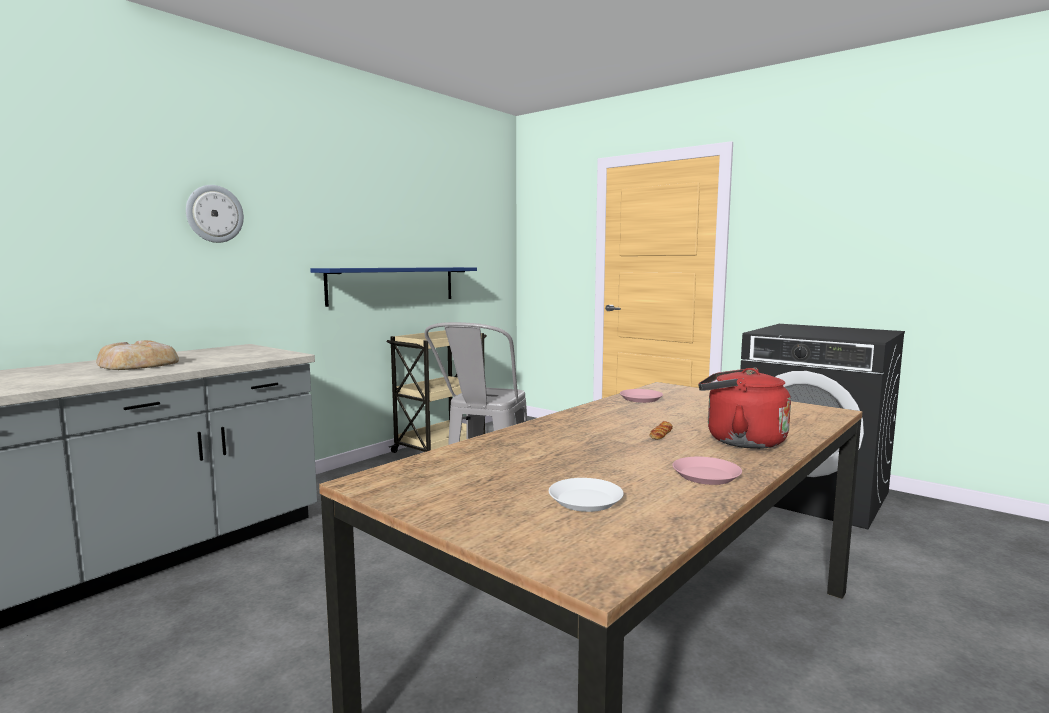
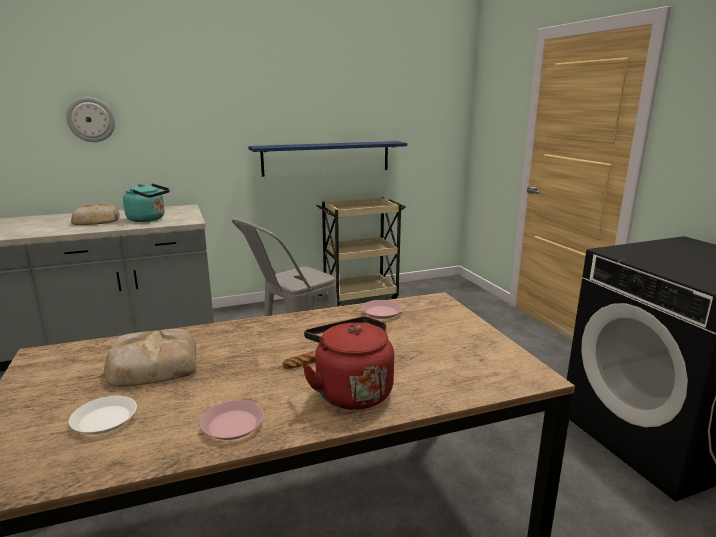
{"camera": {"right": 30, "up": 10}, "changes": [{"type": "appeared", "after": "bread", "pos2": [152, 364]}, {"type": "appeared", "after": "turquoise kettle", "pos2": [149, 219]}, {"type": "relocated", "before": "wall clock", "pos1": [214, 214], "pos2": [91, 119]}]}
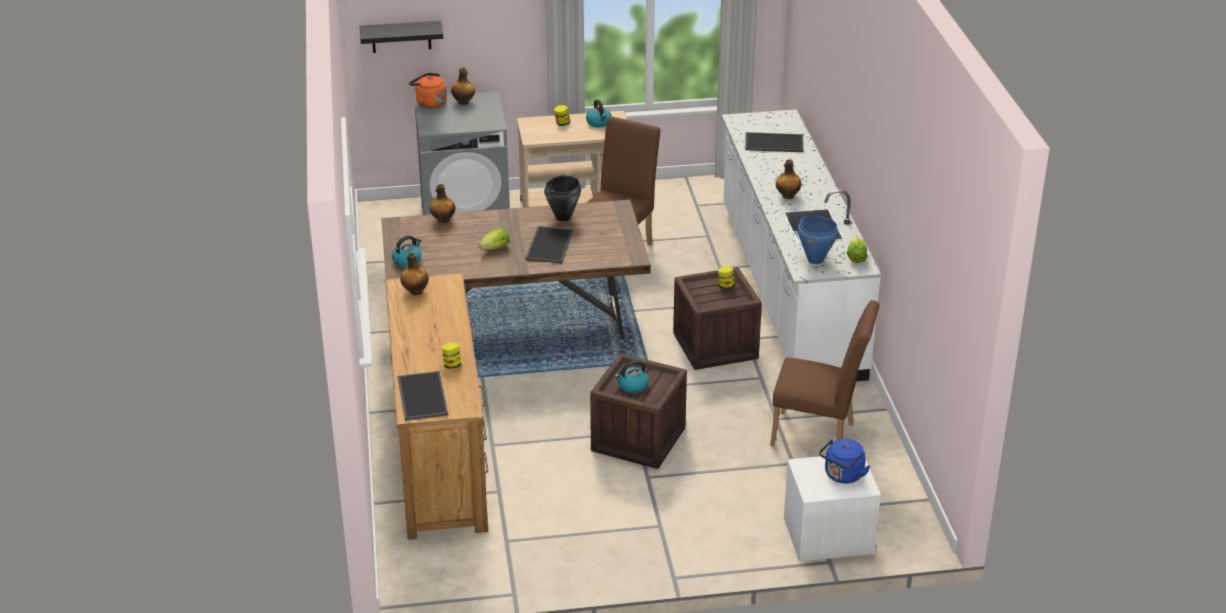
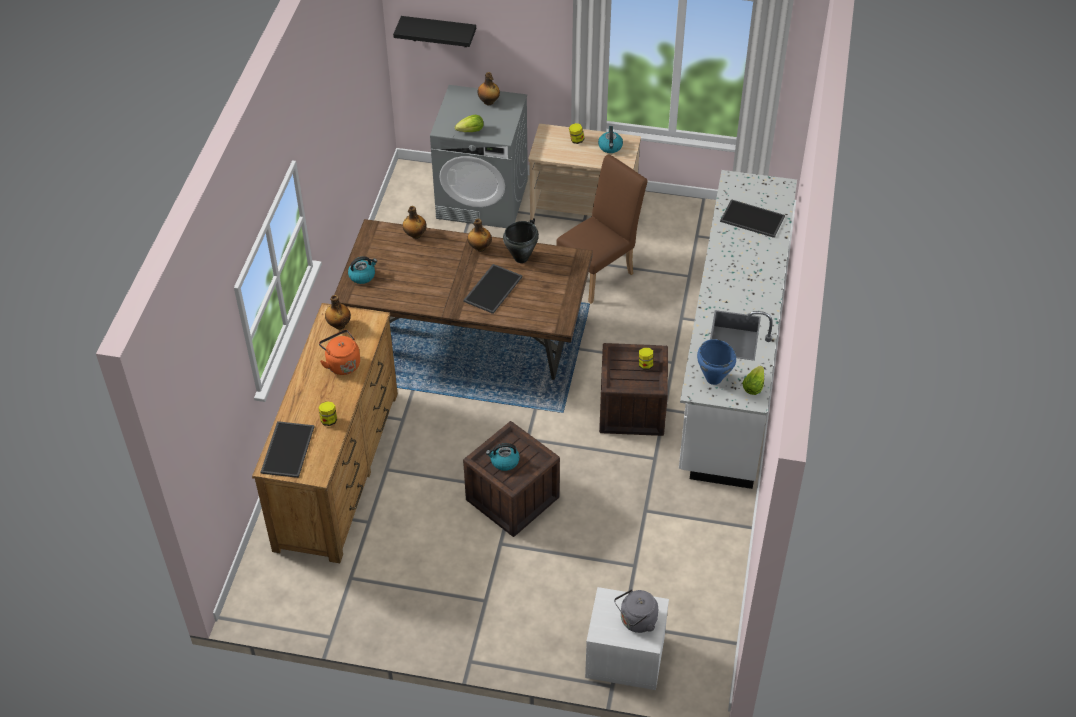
{"camera": {"right": 20, "up": 15}, "changes": [{"type": "missing", "before": "brown chair", "pos1": [819, 436]}, {"type": "relocated", "before": "orange kettle", "pos1": [429, 103], "pos2": [342, 363]}, {"type": "relocated", "before": "lettuce", "pos1": [495, 248], "pos2": [471, 131]}, {"type": "relocated", "before": "bottle", "pos1": [787, 196], "pos2": [479, 247]}, {"type": "colour", "before": "blue kettle", "after": "grey kettle", "pos1": [842, 476], "pos2": [636, 621]}]}
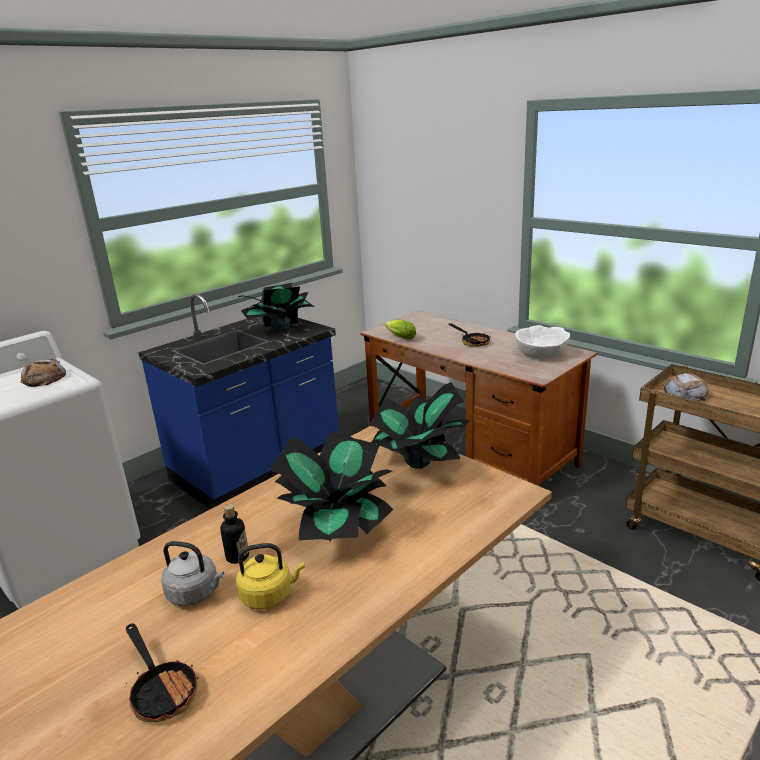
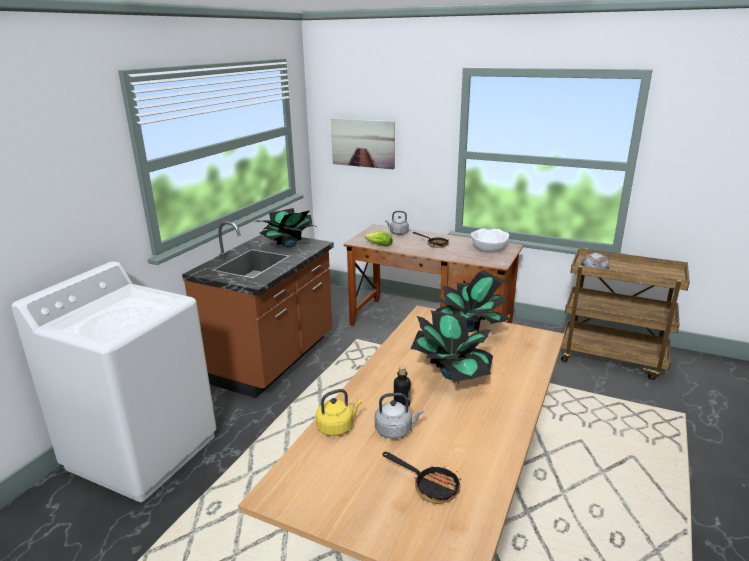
{"camera": {"right": -20, "up": 0}, "changes": [{"type": "missing", "before": "bread", "pos1": [44, 378]}, {"type": "appeared", "after": "picture", "pos2": [363, 143]}, {"type": "appeared", "after": "grey kettle", "pos2": [398, 233]}, {"type": "relocated", "before": "yellow kettle", "pos1": [269, 595], "pos2": [337, 427]}, {"type": "colour", "before": "blue counter", "after": "brown counter", "pos1": [258, 465], "pos2": [273, 359]}]}
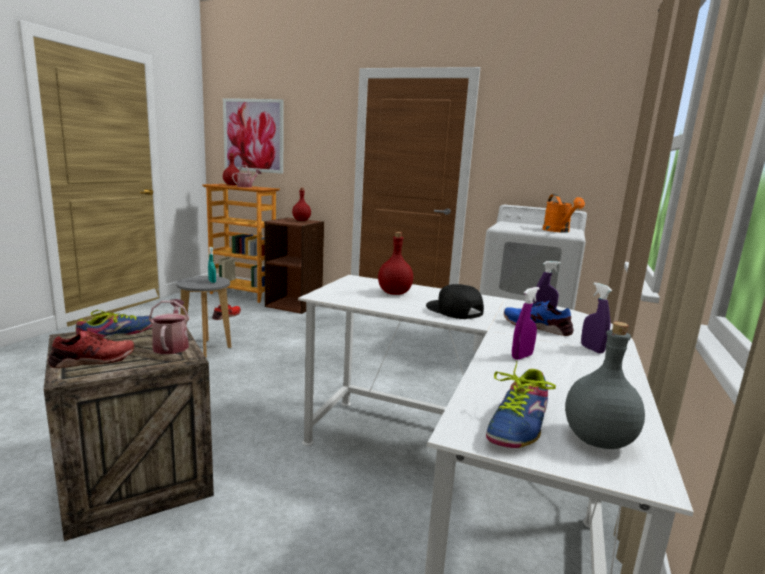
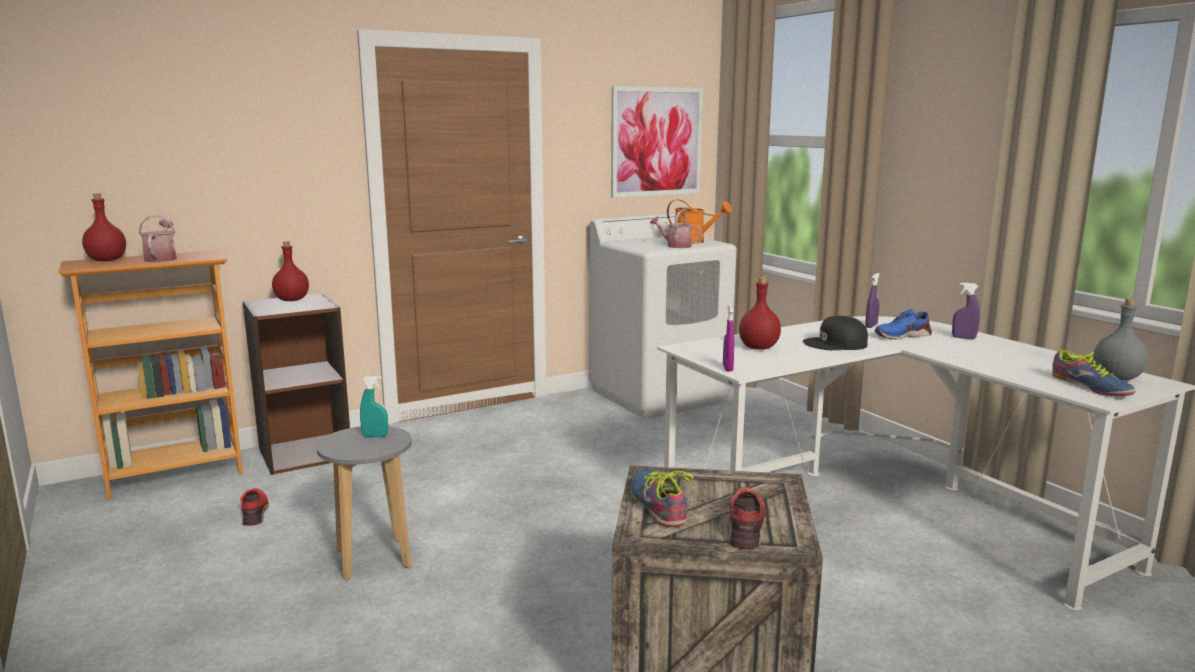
{"camera": {"right": -50, "up": 0}, "changes": [{"type": "relocated", "before": "watering can", "pos1": [172, 345], "pos2": [675, 246]}, {"type": "relocated", "before": "picture", "pos1": [253, 135], "pos2": [656, 142]}, {"type": "relocated", "before": "purple spray bottle", "pos1": [522, 356], "pos2": [727, 368]}]}
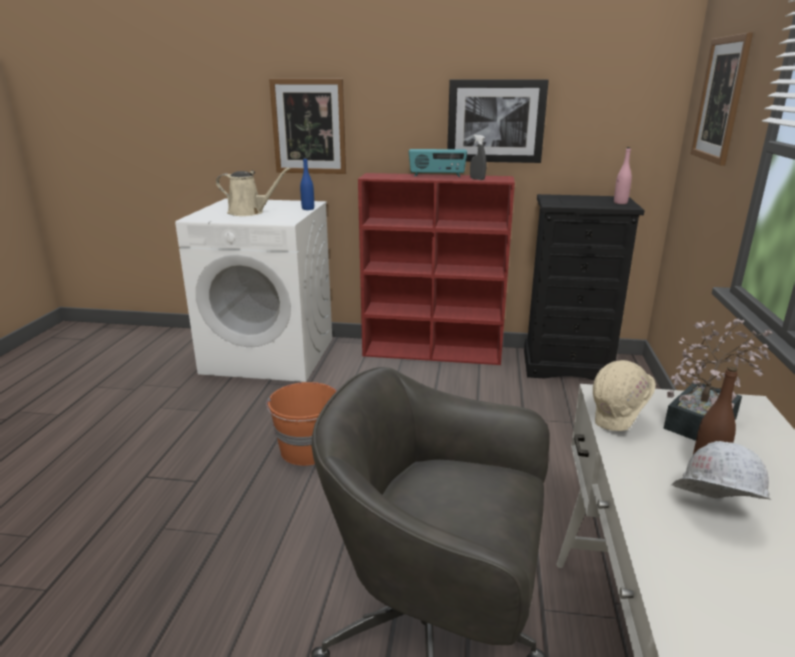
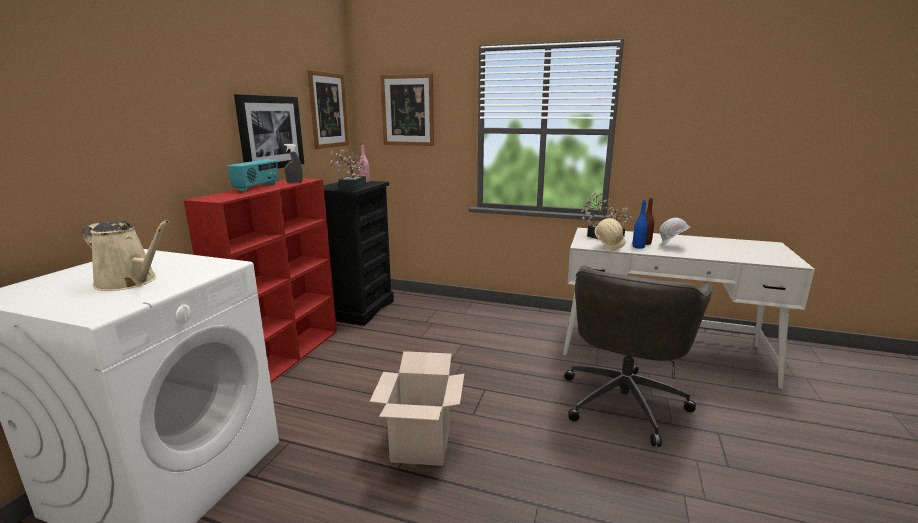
{"camera": {"right": -80, "up": -5}, "changes": [{"type": "appeared", "after": "potted plant", "pos2": [351, 188]}, {"type": "relocated", "before": "picture", "pos1": [309, 127], "pos2": [328, 110]}, {"type": "relocated", "before": "blue bottle", "pos1": [308, 209], "pos2": [638, 247]}, {"type": "exchanged", "before": "orange bucket", "after": "cardboard box", "pos1": [307, 450], "pos2": [421, 445]}, {"type": "spun", "before": "beige watering can", "pos1": [249, 212], "pos2": [130, 282], "turn": 90}]}
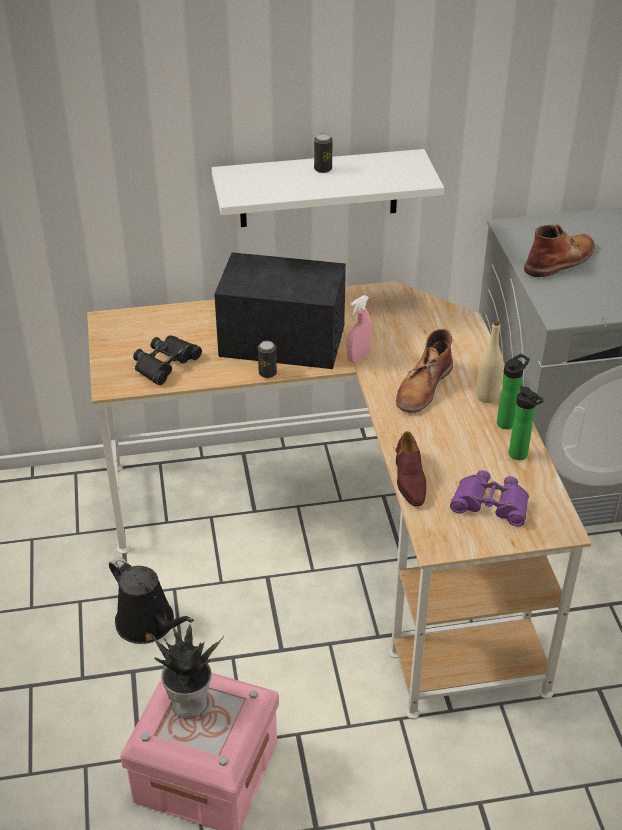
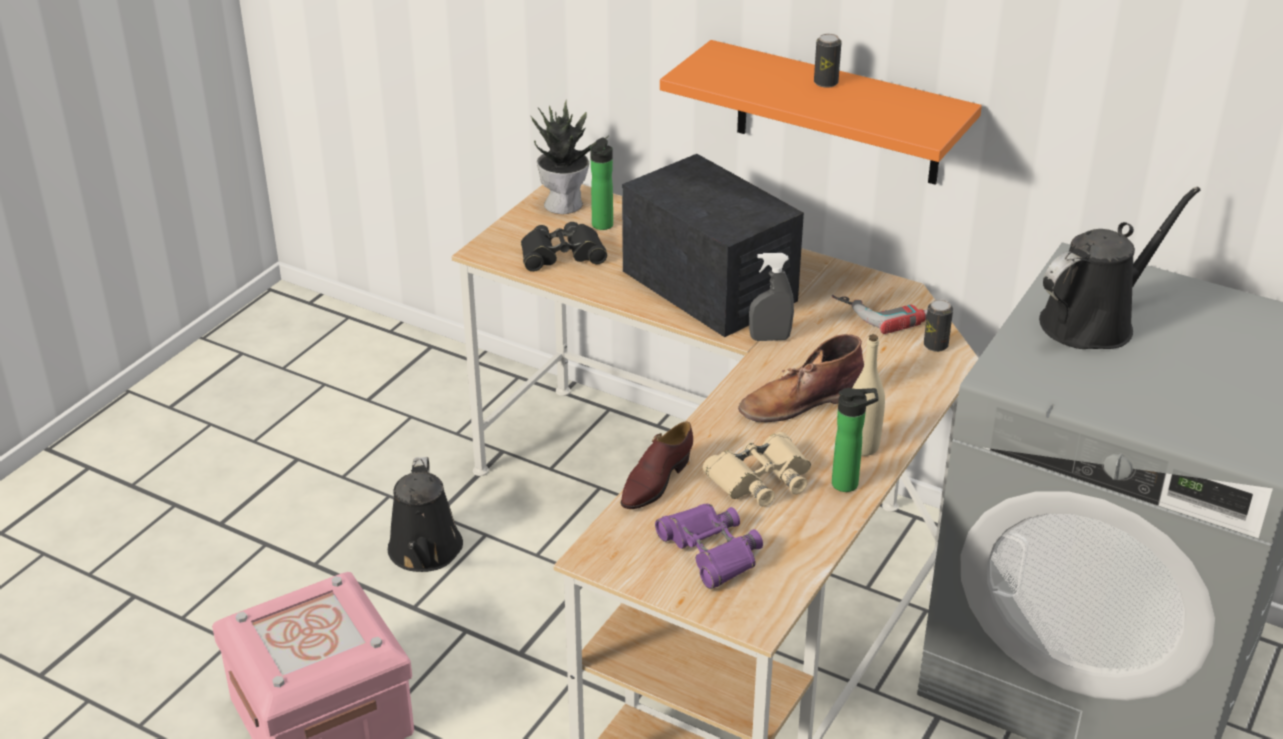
{"camera": {"right": 40, "up": -5}, "changes": [{"type": "appeared", "after": "beige binoculars", "pos2": [760, 478]}, {"type": "appeared", "after": "power drill", "pos2": [884, 312]}, {"type": "relocated", "before": "potted plant", "pos1": [189, 701], "pos2": [564, 203]}, {"type": "relocated", "before": "can", "pos1": [267, 373], "pos2": [935, 345]}, {"type": "relocated", "before": "bottle", "pos1": [520, 456], "pos2": [602, 226]}, {"type": "exchanged", "before": "brown boot", "after": "black watering can", "pos1": [560, 260], "pos2": [1094, 321]}, {"type": "colour", "before": "white shelf", "after": "orange shelf", "pos1": [319, 188], "pos2": [838, 114]}, {"type": "colour", "before": "pink spray bottle", "after": "grey spray bottle", "pos1": [358, 357], "pos2": [770, 338]}]}
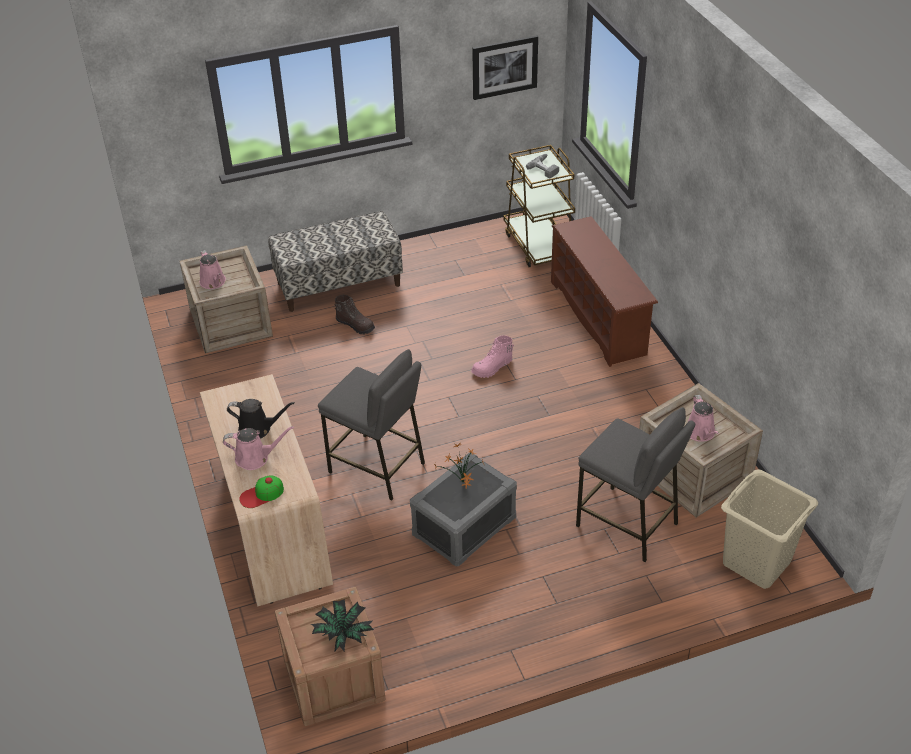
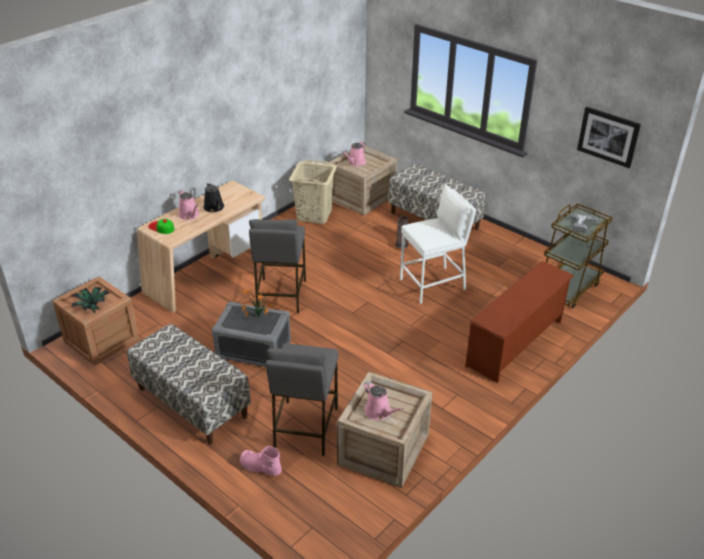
{"camera": {"right": 60, "up": -5}, "changes": [{"type": "appeared", "after": "bench", "pos2": [192, 403]}, {"type": "appeared", "after": "white stool", "pos2": [433, 284]}, {"type": "relocated", "before": "pink boot", "pos1": [492, 368], "pos2": [260, 467]}, {"type": "relocated", "before": "beige laundry basket", "pos1": [756, 562], "pos2": [314, 215]}, {"type": "spun", "before": "pink watering can", "pos1": [701, 433], "pos2": [379, 412], "turn": -90}]}
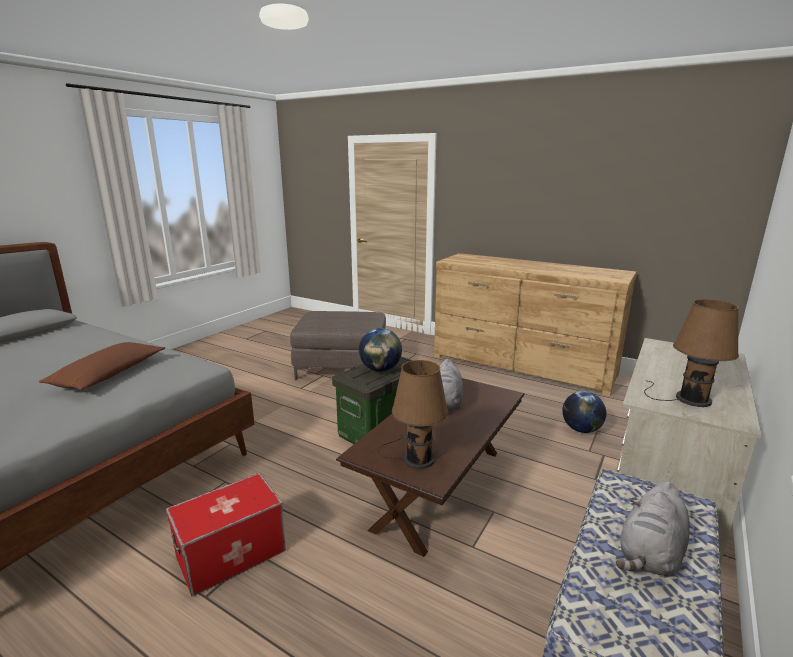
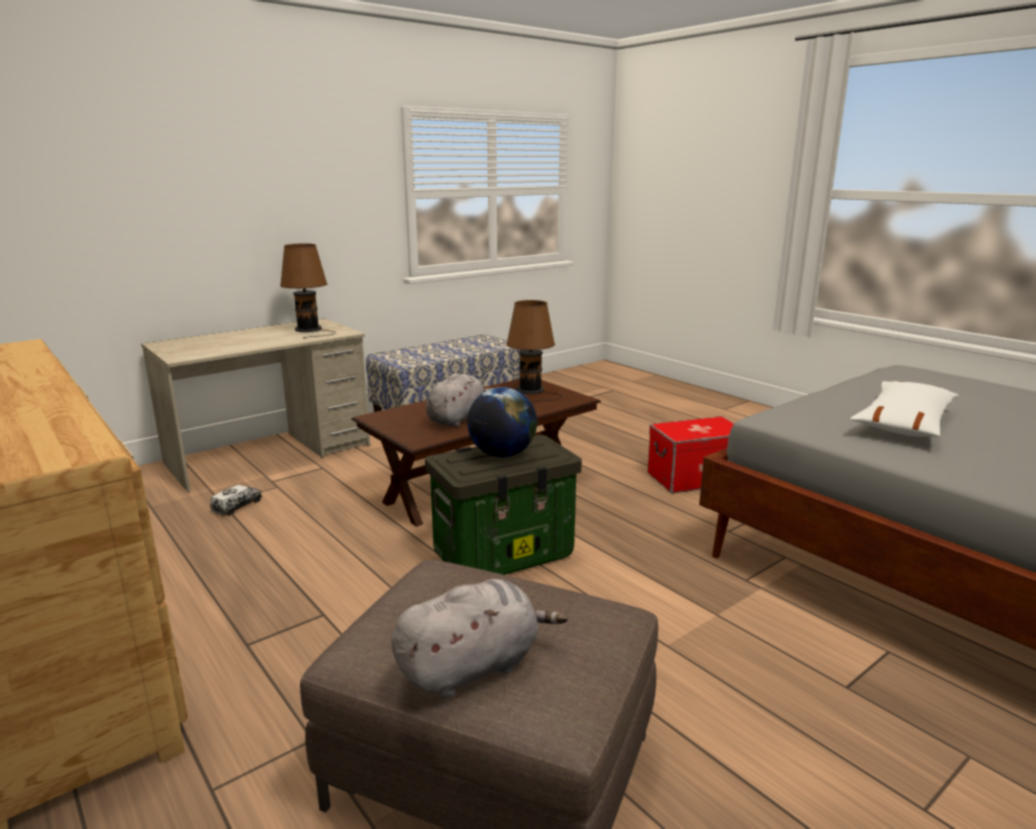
{"camera": {"right": -160, "up": 0}, "changes": [{"type": "relocated", "before": "grey plush toy", "pos1": [650, 555], "pos2": [473, 666]}, {"type": "exchanged", "before": "globe", "after": "toy truck", "pos1": [581, 429], "pos2": [237, 506]}, {"type": "colour", "before": "brown pillow", "after": "white pillow", "pos1": [108, 375], "pos2": [904, 423]}]}
